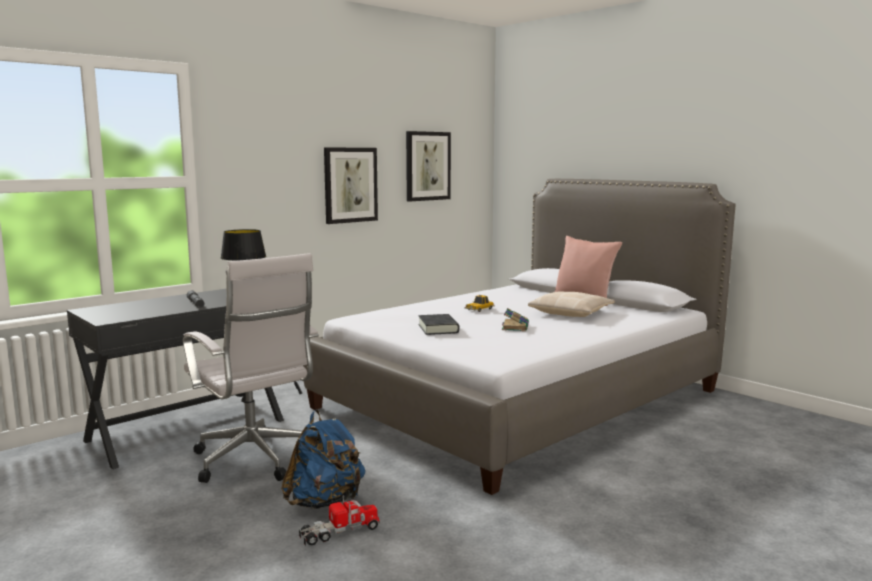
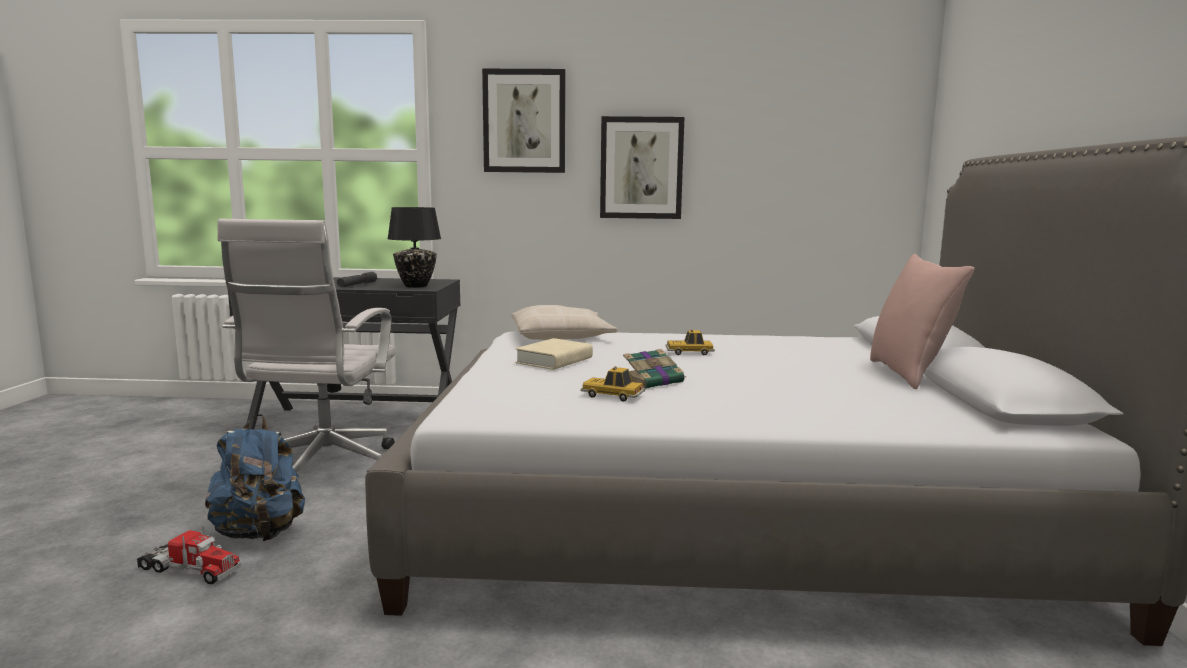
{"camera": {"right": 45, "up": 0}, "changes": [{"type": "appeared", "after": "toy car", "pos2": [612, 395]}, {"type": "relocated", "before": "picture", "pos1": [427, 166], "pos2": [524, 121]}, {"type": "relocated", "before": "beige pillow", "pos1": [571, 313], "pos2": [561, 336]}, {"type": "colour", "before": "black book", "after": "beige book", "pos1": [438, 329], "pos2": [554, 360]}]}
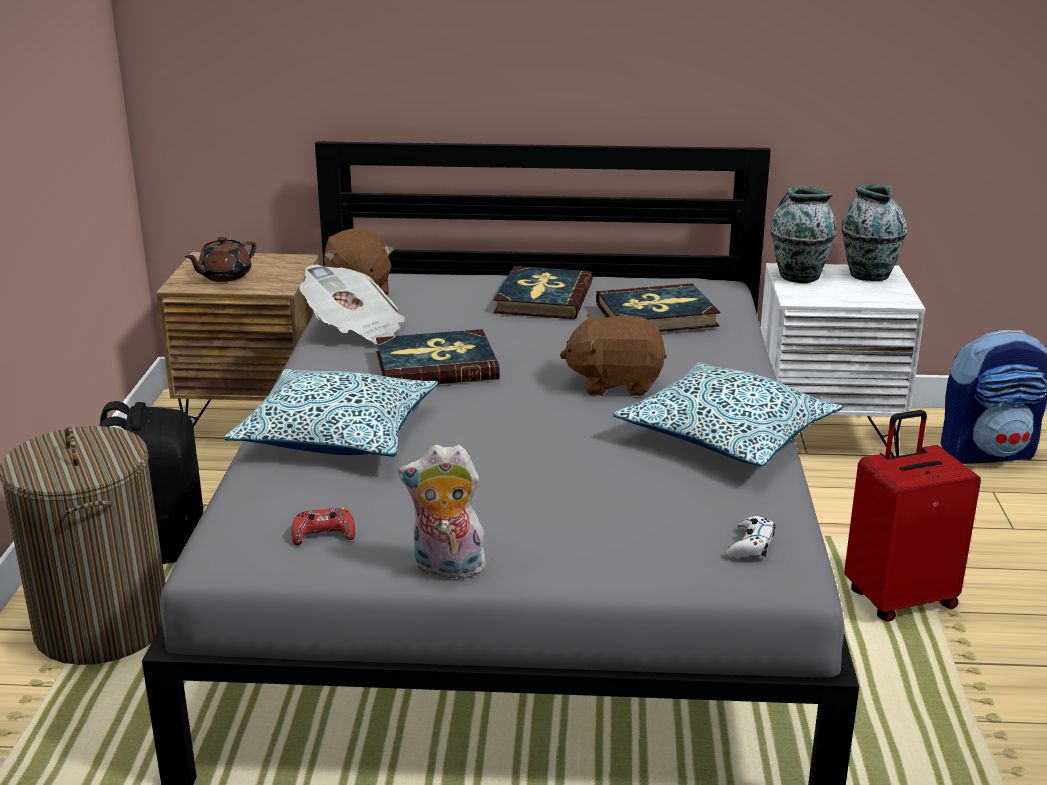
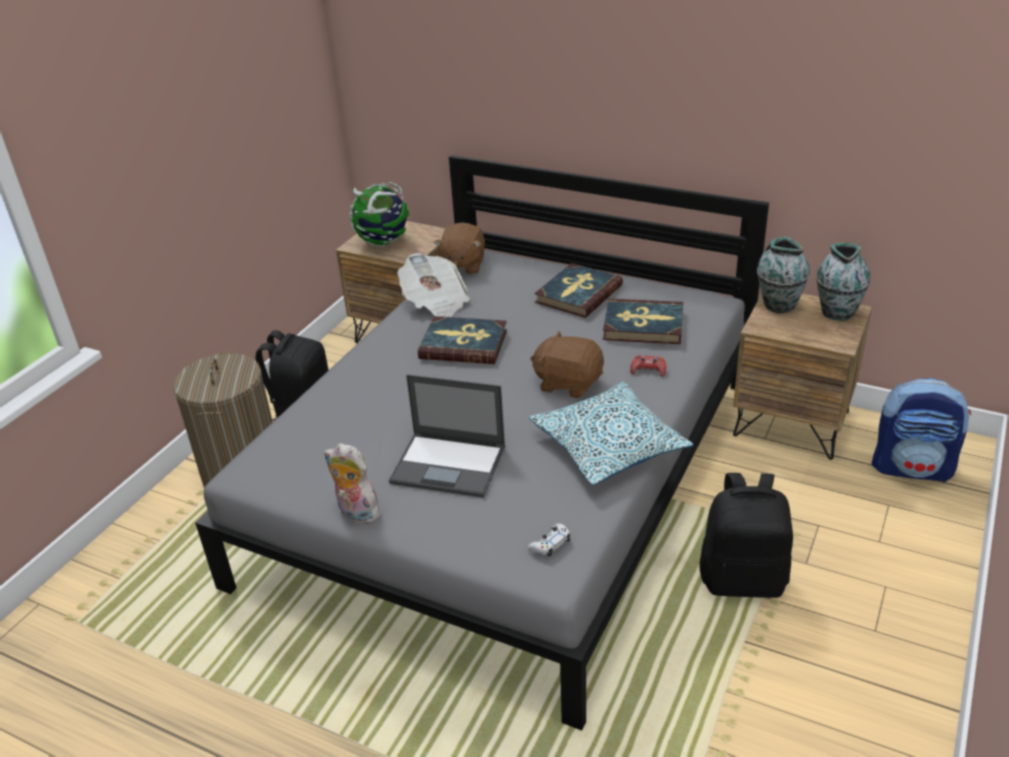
{"camera": {"right": 25, "up": 10}, "changes": [{"type": "missing", "before": "pillow", "pos1": [337, 434]}, {"type": "appeared", "after": "laptop", "pos2": [450, 465]}, {"type": "relocated", "before": "red game controller", "pos1": [323, 534], "pos2": [648, 370]}, {"type": "exchanged", "before": "brown teapot", "after": "globe", "pos1": [224, 276], "pos2": [383, 242]}, {"type": "exchanged", "before": "red suitcase", "after": "black backpack", "pos1": [899, 598], "pos2": [743, 579]}, {"type": "colour", "before": "white nightstand", "after": "brown nightstand", "pos1": [825, 433], "pos2": [792, 423]}]}
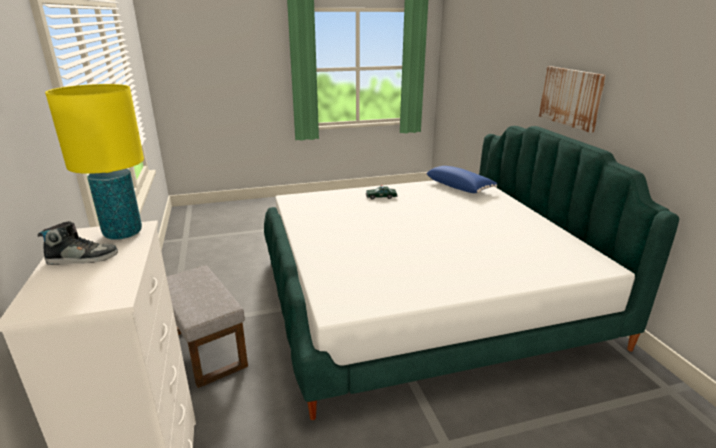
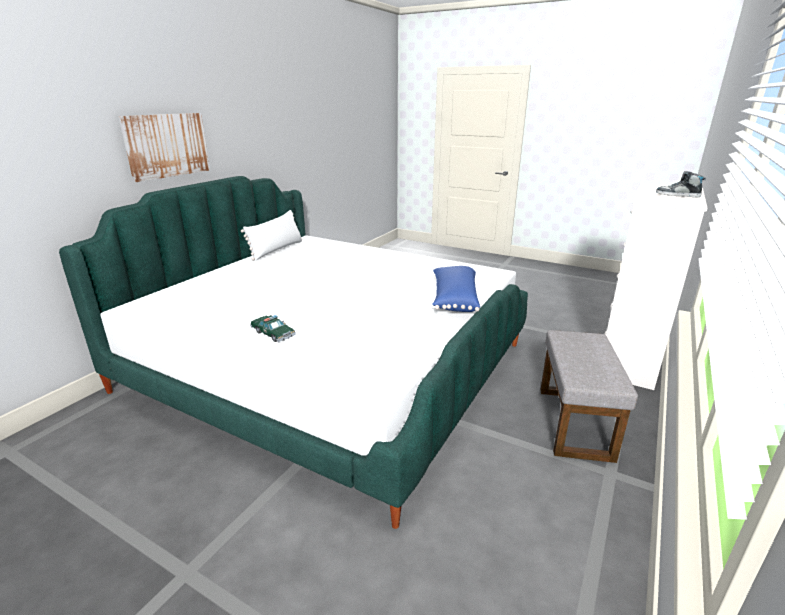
{"camera": {"right": -135, "up": 0}, "changes": [{"type": "missing", "before": "yellow table lamp", "pos1": [123, 233]}, {"type": "appeared", "after": "white pillow", "pos2": [276, 250]}, {"type": "relocated", "before": "blue pillow", "pos1": [459, 187], "pos2": [453, 299]}]}
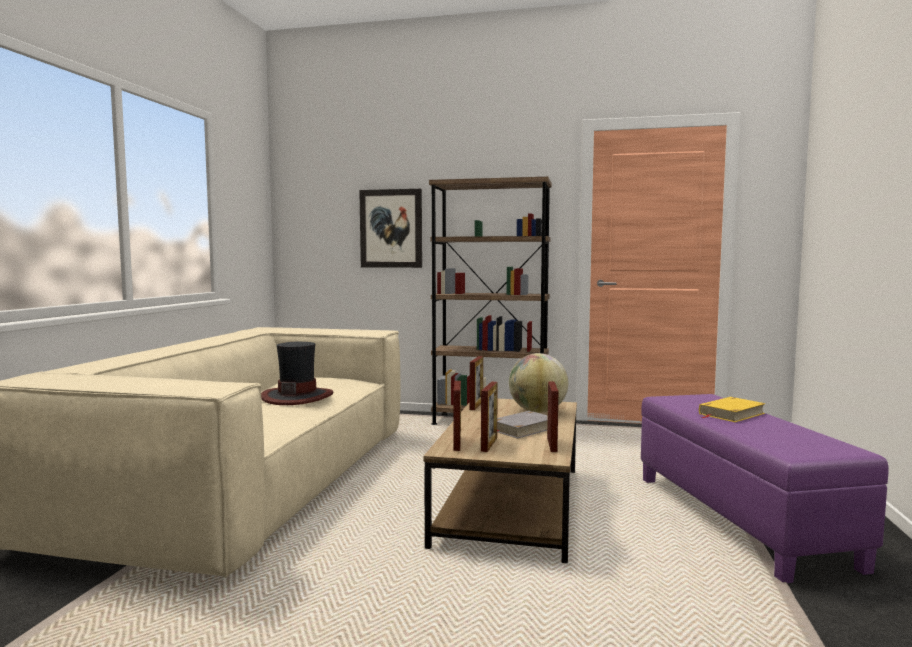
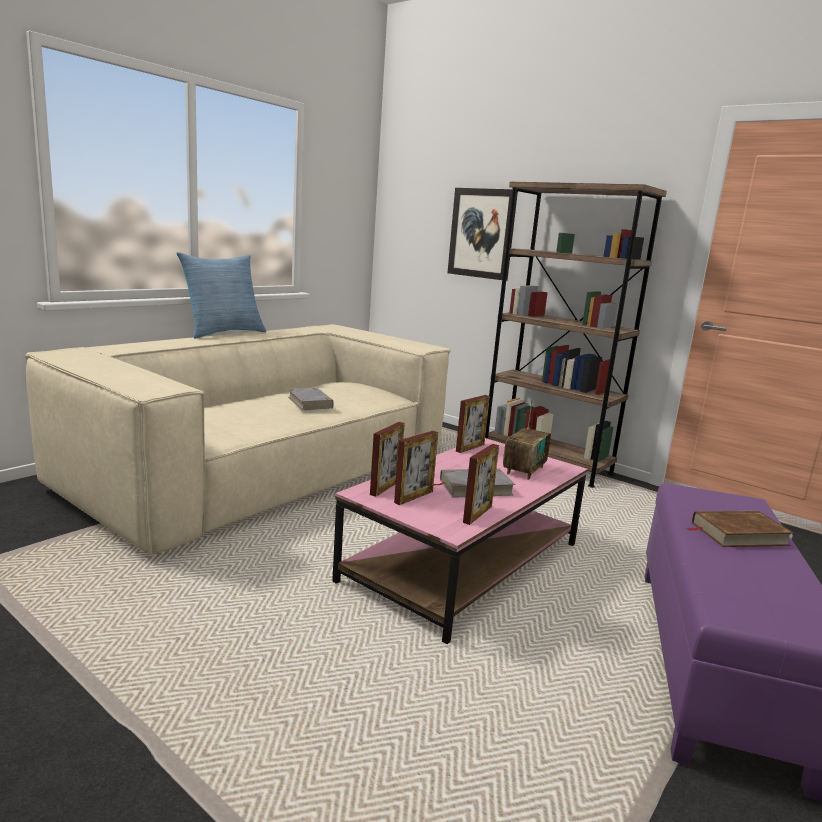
{"camera": {"right": 25, "up": 10}, "changes": [{"type": "appeared", "after": "pillow", "pos2": [223, 333]}, {"type": "exchanged", "before": "hat", "after": "grey book", "pos1": [297, 397], "pos2": [310, 402]}, {"type": "exchanged", "before": "globe", "after": "radio", "pos1": [537, 411], "pos2": [524, 470]}, {"type": "colour", "before": "brown coffee table", "after": "pink coffee table", "pos1": [511, 504], "pos2": [464, 561]}, {"type": "colour", "before": "yellow book", "after": "brown book", "pos1": [731, 414], "pos2": [738, 534]}]}
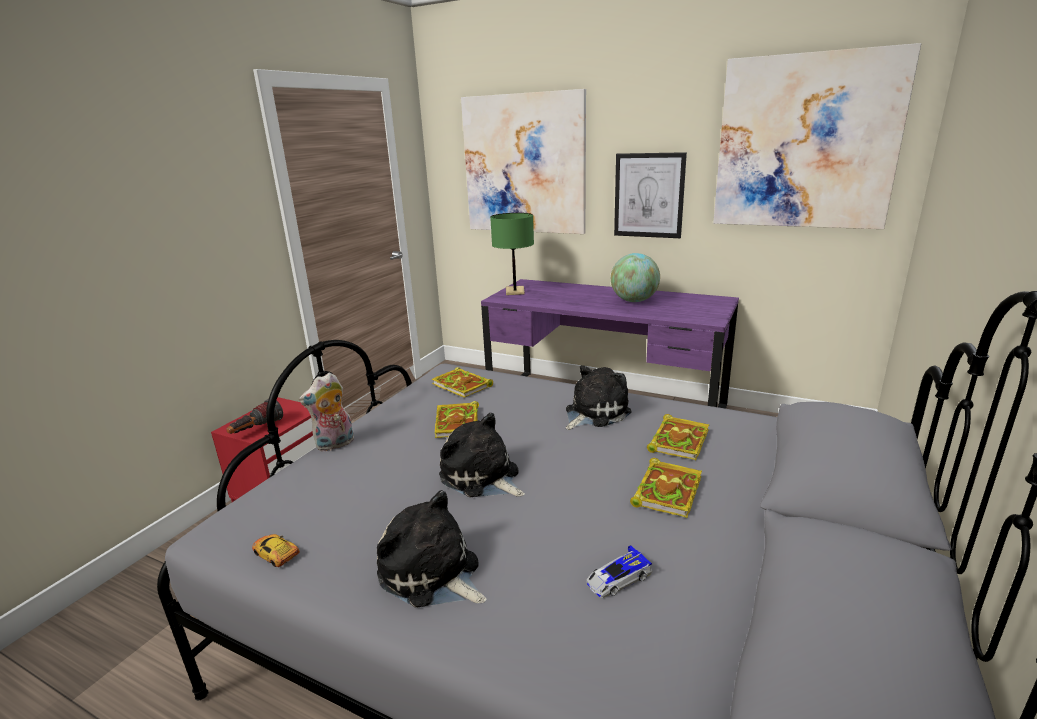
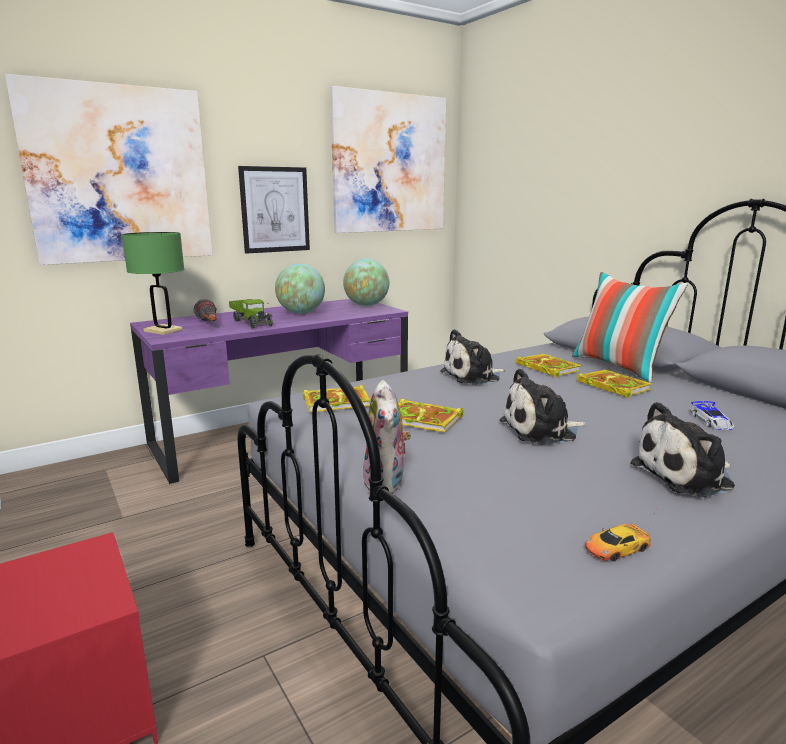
{"camera": {"right": -60, "up": -5}, "changes": [{"type": "appeared", "after": "toy truck", "pos2": [252, 322]}, {"type": "appeared", "after": "globe", "pos2": [366, 305]}, {"type": "appeared", "after": "pillow", "pos2": [619, 367]}, {"type": "relocated", "before": "flashlight", "pos1": [256, 430], "pos2": [209, 324]}, {"type": "spun", "before": "plush toy", "pos1": [594, 413], "pos2": [473, 376], "turn": -105}]}
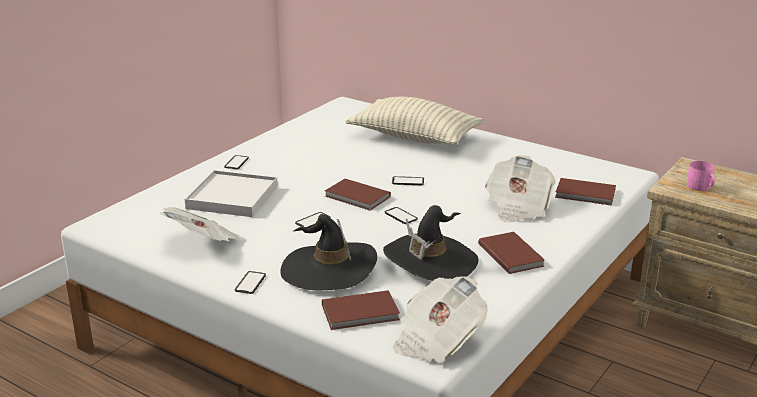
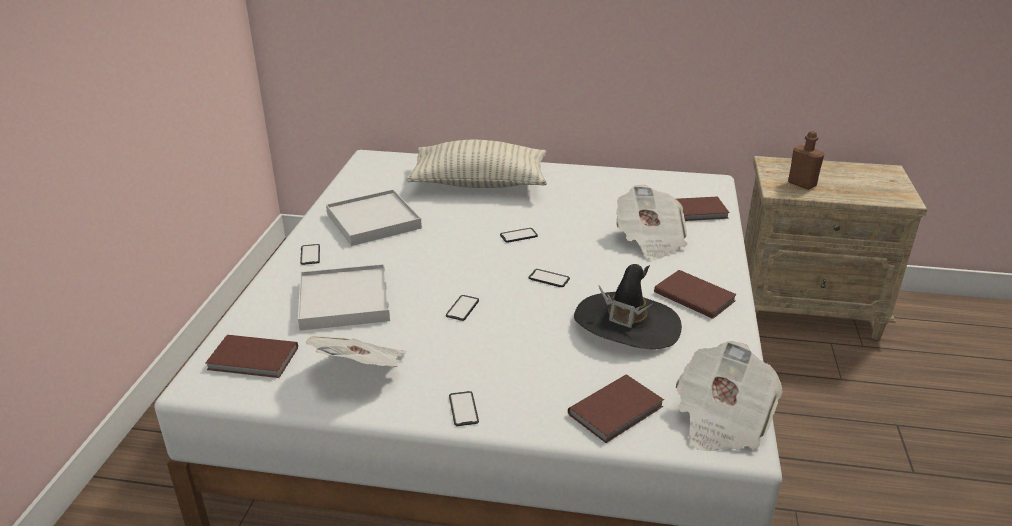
{"camera": {"right": -25, "up": 5}, "changes": [{"type": "missing", "before": "black hat", "pos1": [329, 270]}, {"type": "appeared", "after": "white tray", "pos2": [373, 221]}, {"type": "relocated", "before": "brown book", "pos1": [357, 197], "pos2": [253, 360]}, {"type": "exchanged", "before": "pink mug", "after": "brown bottle", "pos1": [700, 187], "pos2": [802, 184]}]}
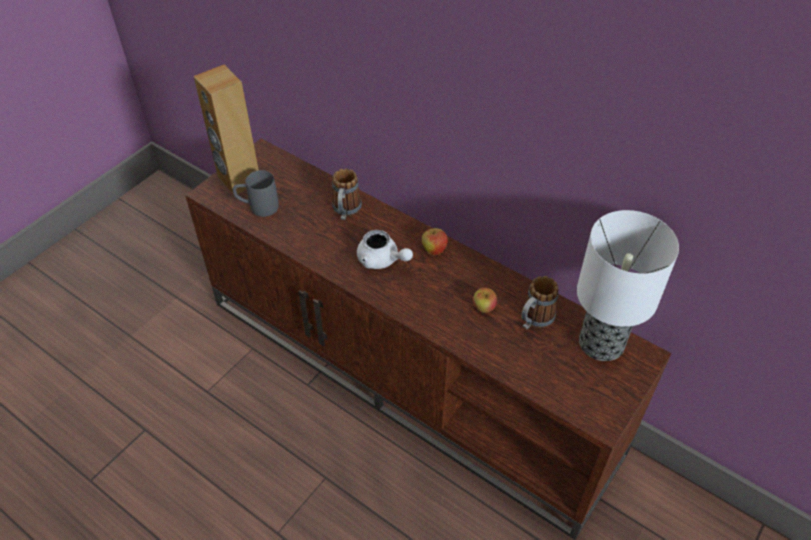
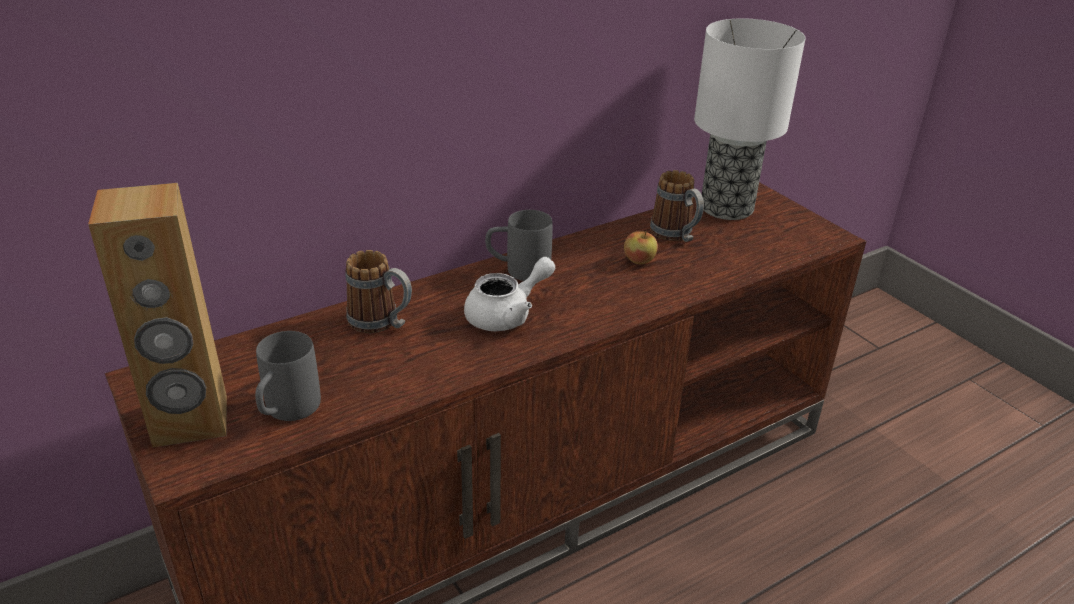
{"camera": {"right": -70, "up": -15}, "changes": [{"type": "exchanged", "before": "apple", "after": "grey mug", "pos1": [434, 250], "pos2": [518, 270]}]}
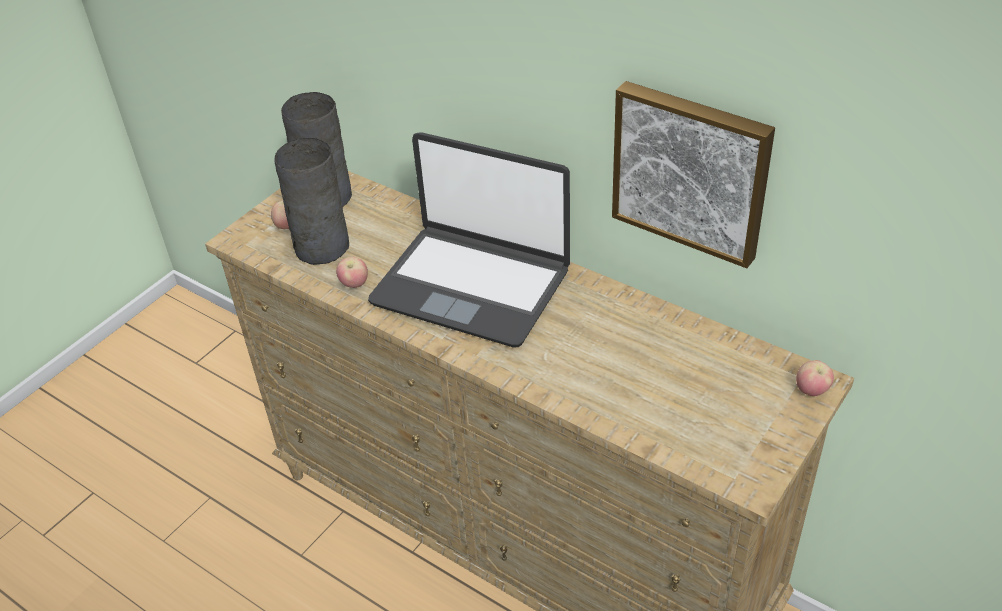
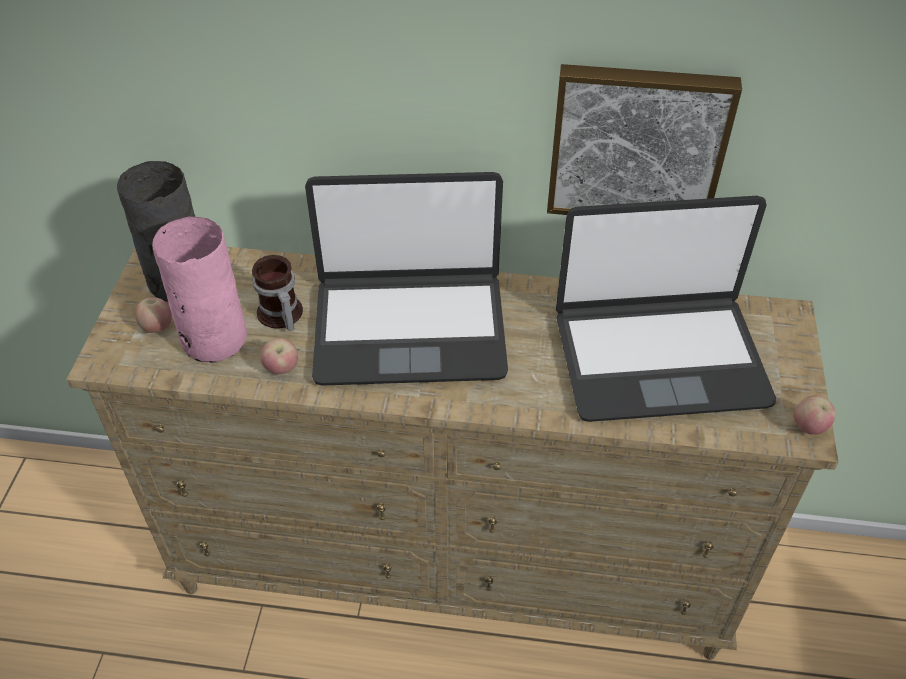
{"camera": {"right": -30, "up": 5}, "changes": [{"type": "appeared", "after": "mug", "pos2": [279, 316]}, {"type": "appeared", "after": "laptop", "pos2": [659, 357]}, {"type": "relocated", "before": "apple", "pos1": [811, 391], "pos2": [808, 427]}, {"type": "colour", "before": "grey vase", "after": "pink vase", "pos1": [320, 247], "pos2": [212, 339]}]}
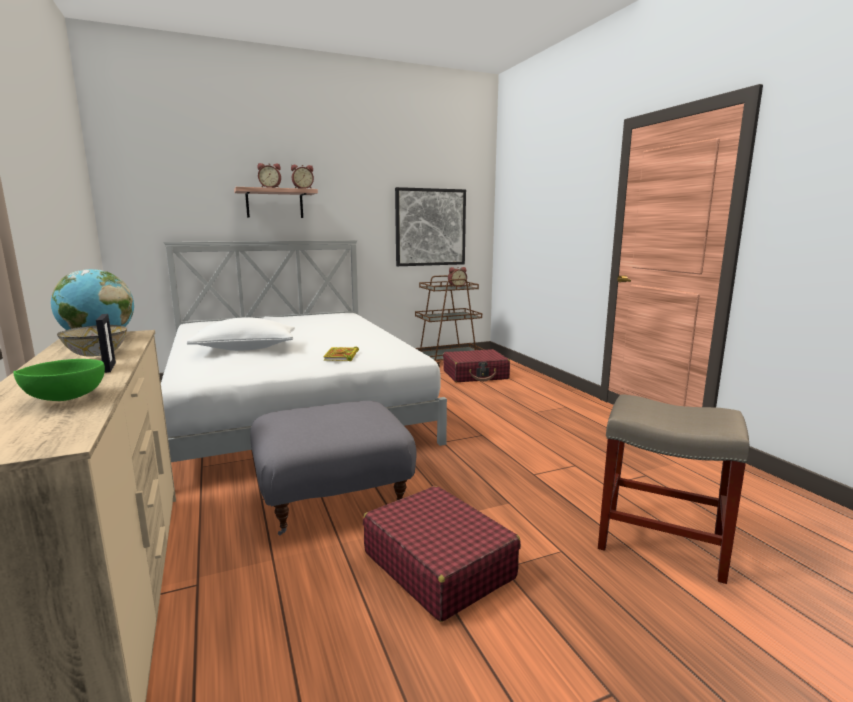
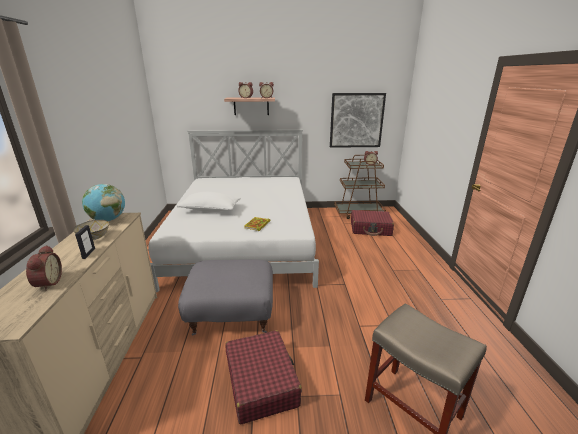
{"camera": {"right": 20, "up": 10}, "changes": [{"type": "exchanged", "before": "green bowl", "after": "alarm clock", "pos1": [63, 399], "pos2": [47, 283]}]}
